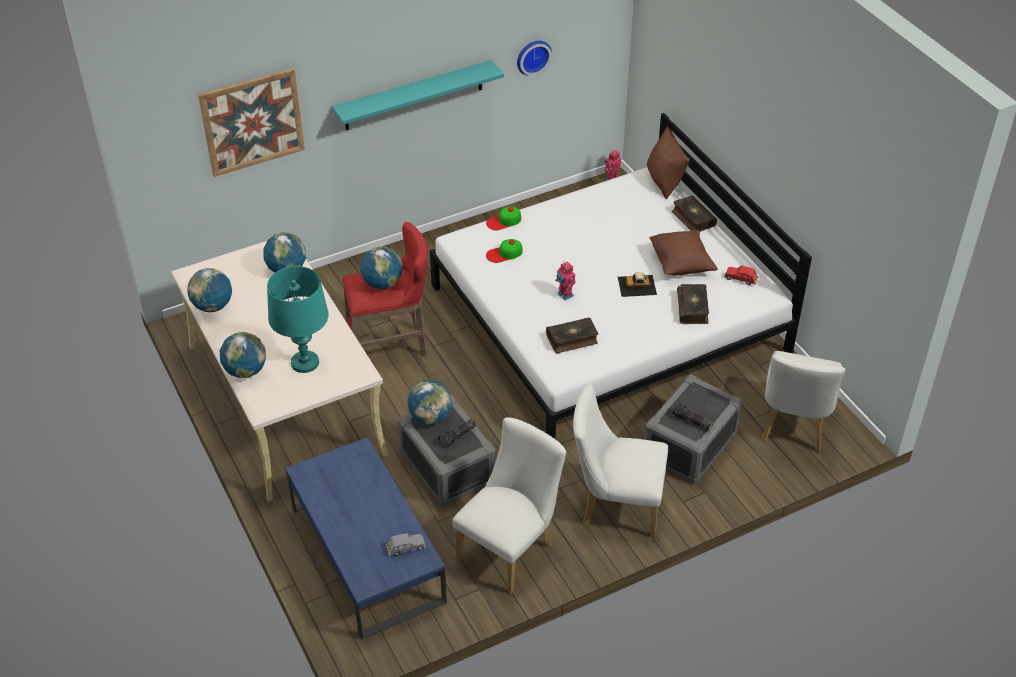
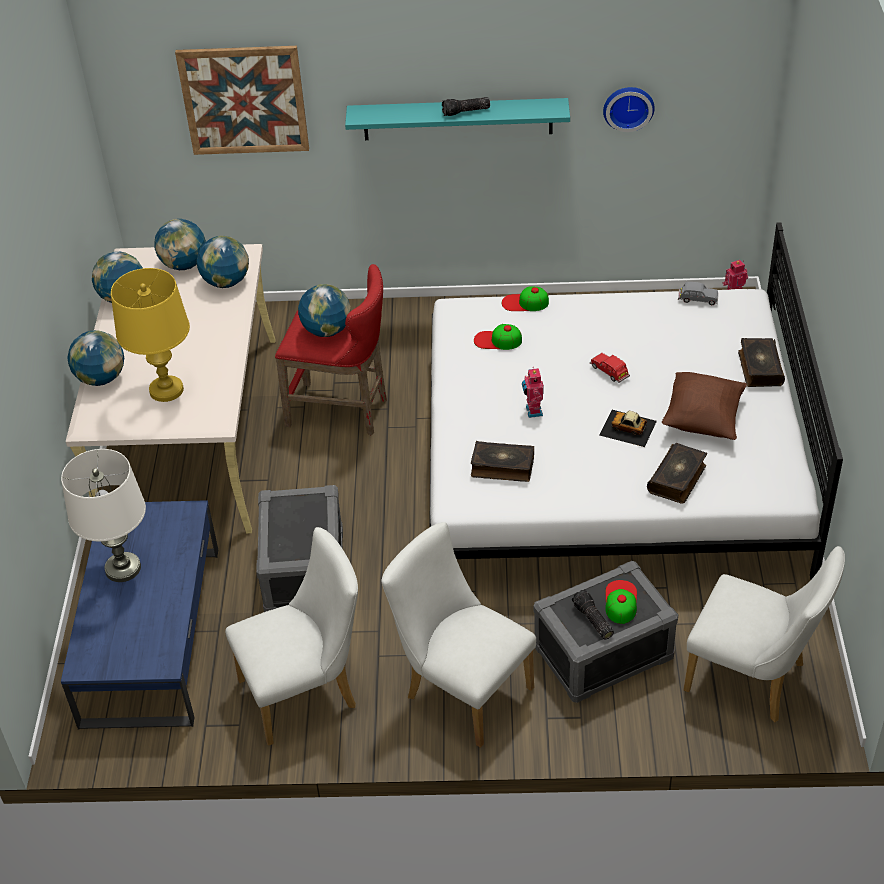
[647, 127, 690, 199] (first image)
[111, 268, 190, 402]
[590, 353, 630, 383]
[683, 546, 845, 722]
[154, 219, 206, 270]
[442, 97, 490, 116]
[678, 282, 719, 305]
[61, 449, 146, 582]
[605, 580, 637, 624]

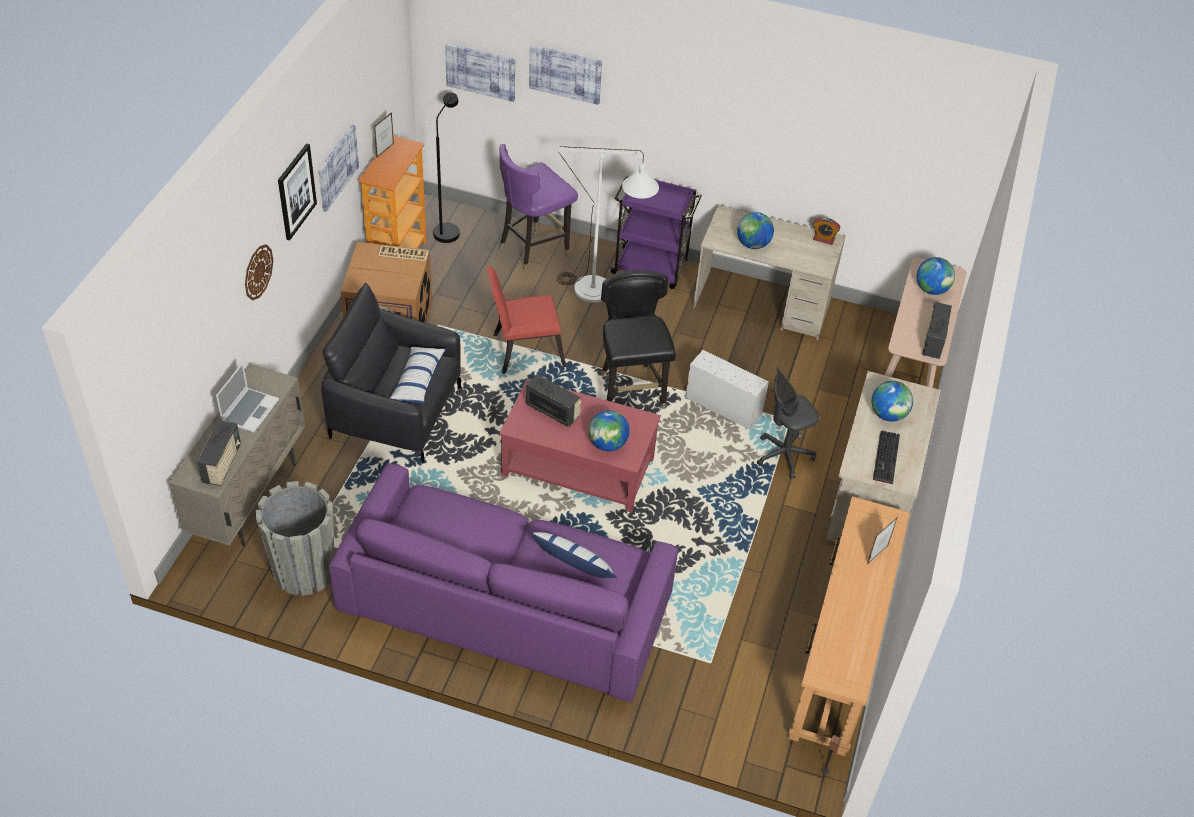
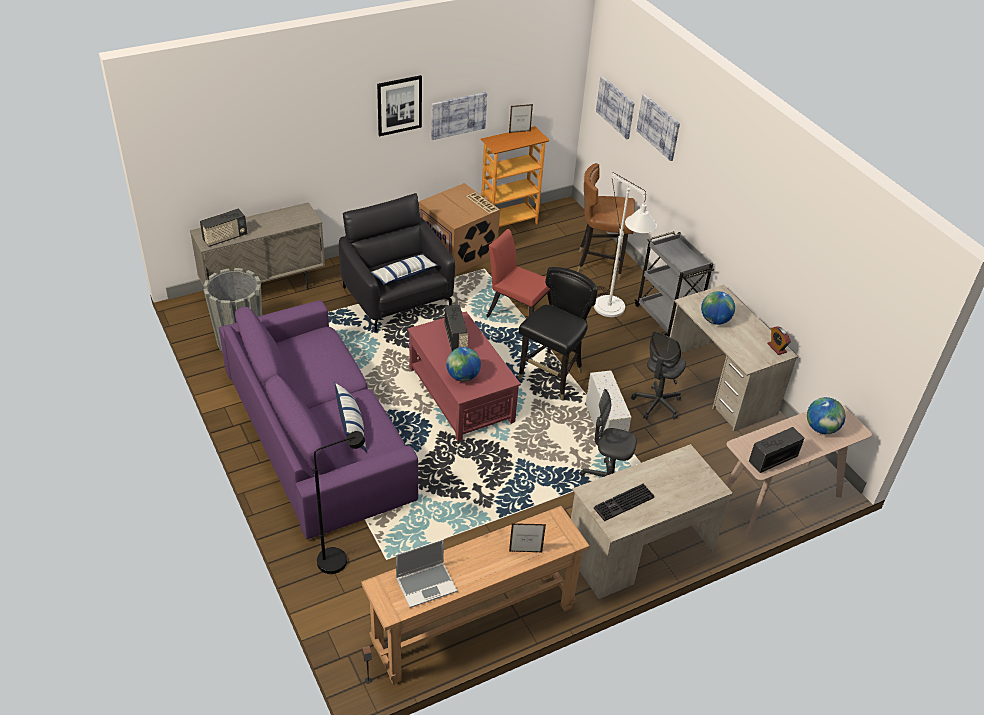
[314, 431, 365, 574]
[577, 163, 635, 280]
[635, 231, 714, 337]
[245, 244, 273, 300] (first image)
[396, 539, 457, 608]
[872, 381, 913, 422] (first image)
[631, 331, 686, 420]

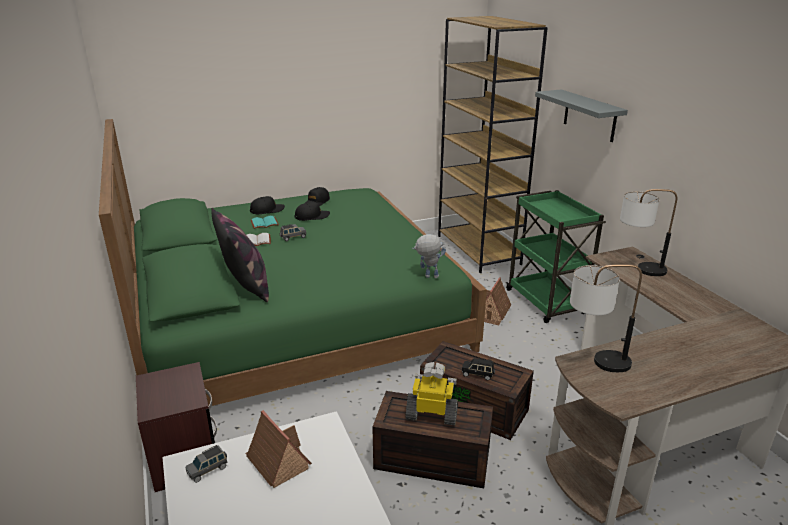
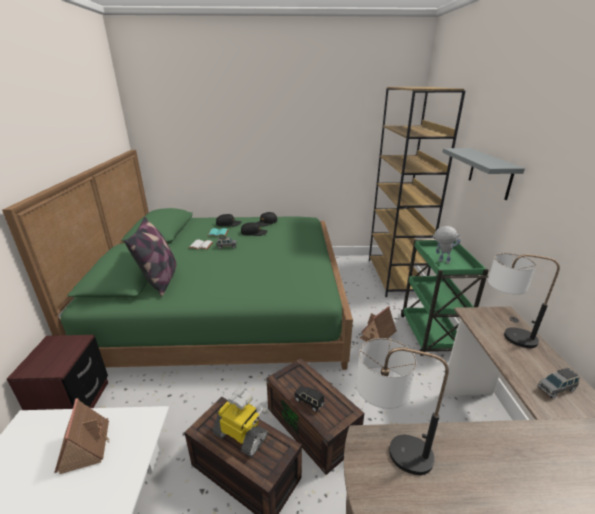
[431, 226, 461, 263]
[537, 367, 580, 399]

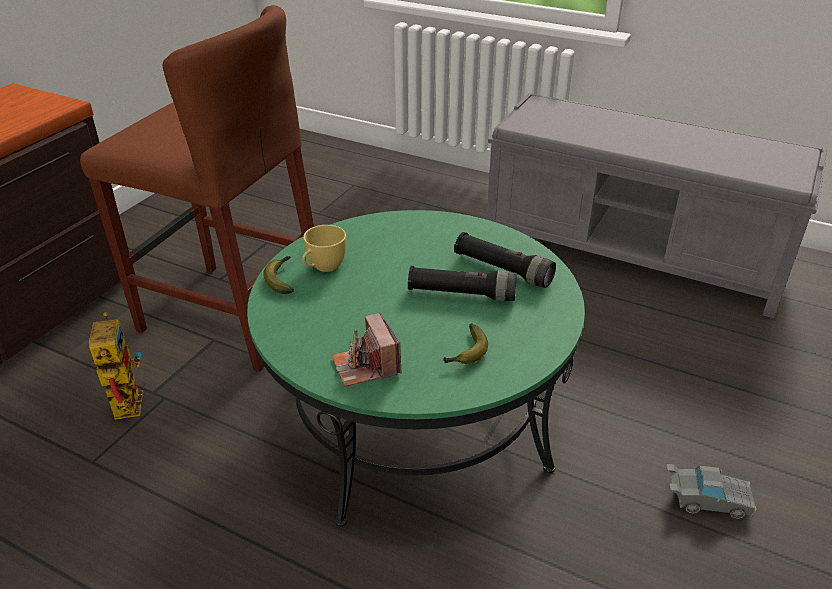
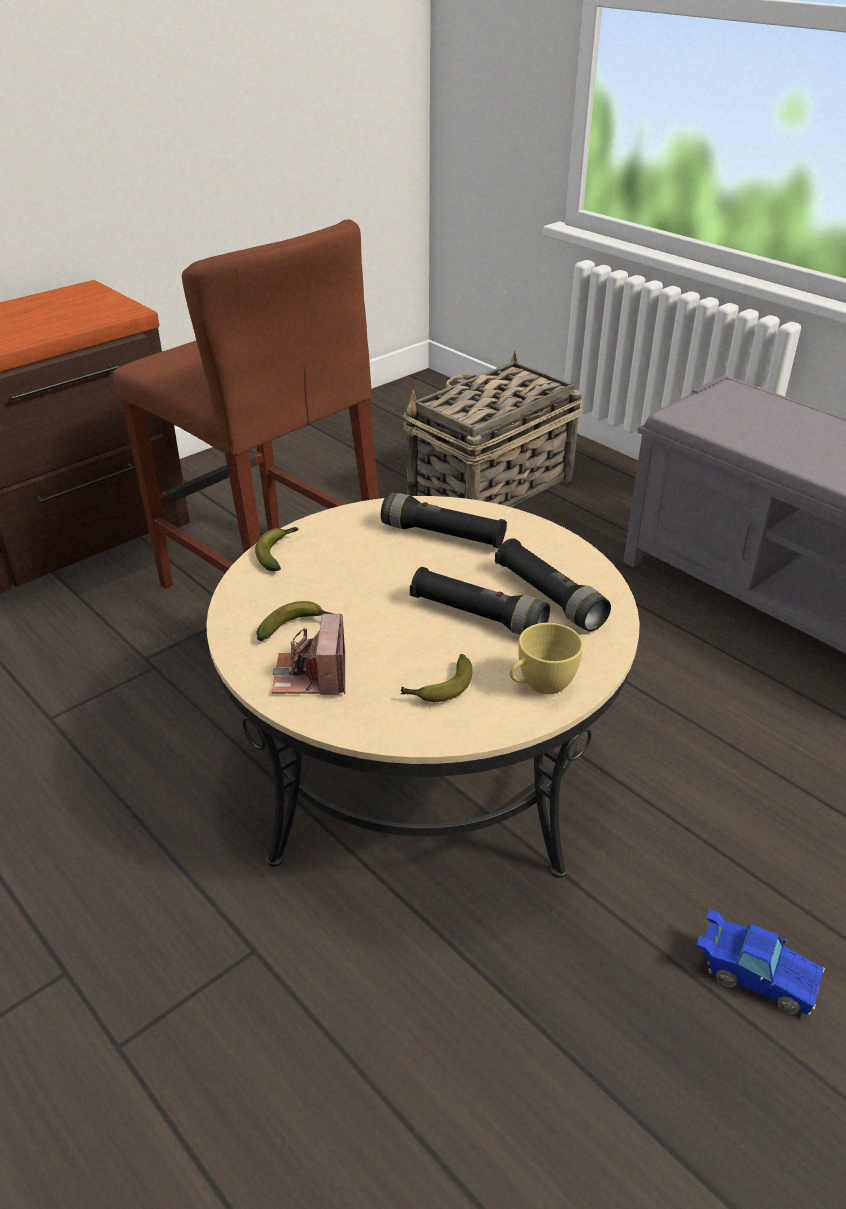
[206, 496, 639, 878]
[510, 623, 583, 694]
[89, 312, 143, 420] (first image)
[696, 909, 825, 1017]
[403, 351, 583, 507]
[381, 492, 507, 548]
[256, 601, 333, 641]

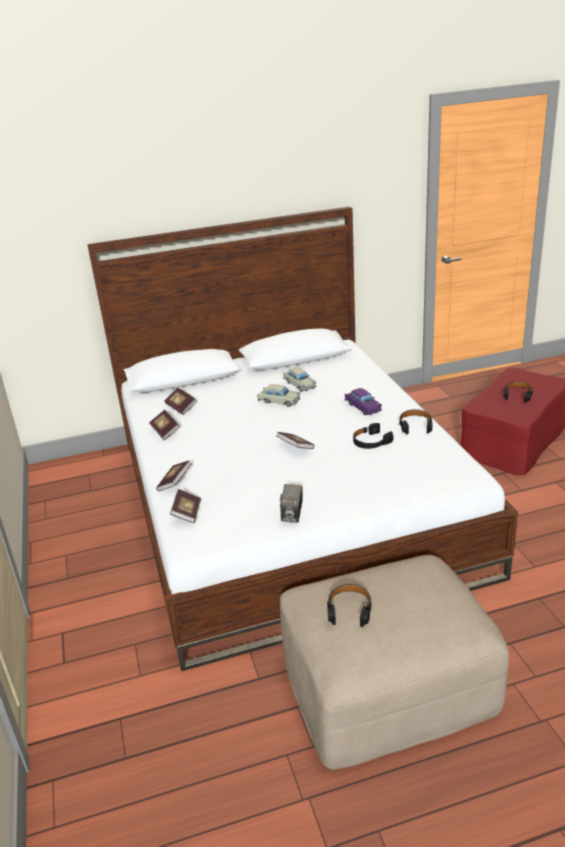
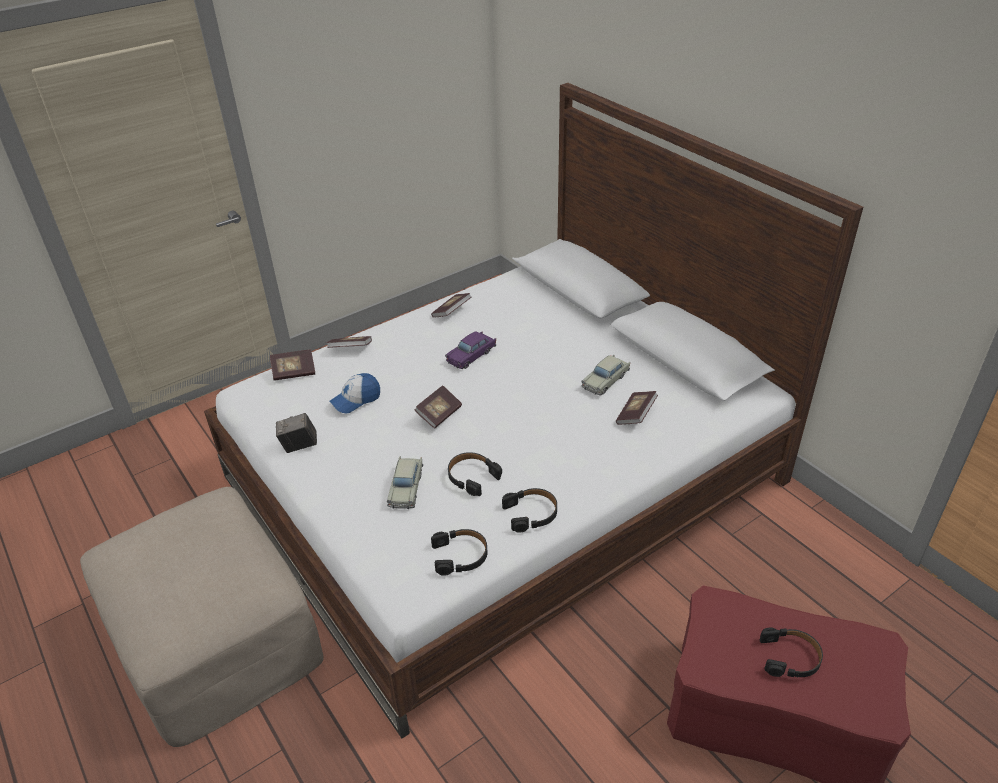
[387, 456, 423, 509]
[616, 391, 658, 425]
[445, 331, 496, 369]
[431, 529, 488, 575]
[329, 373, 380, 413]

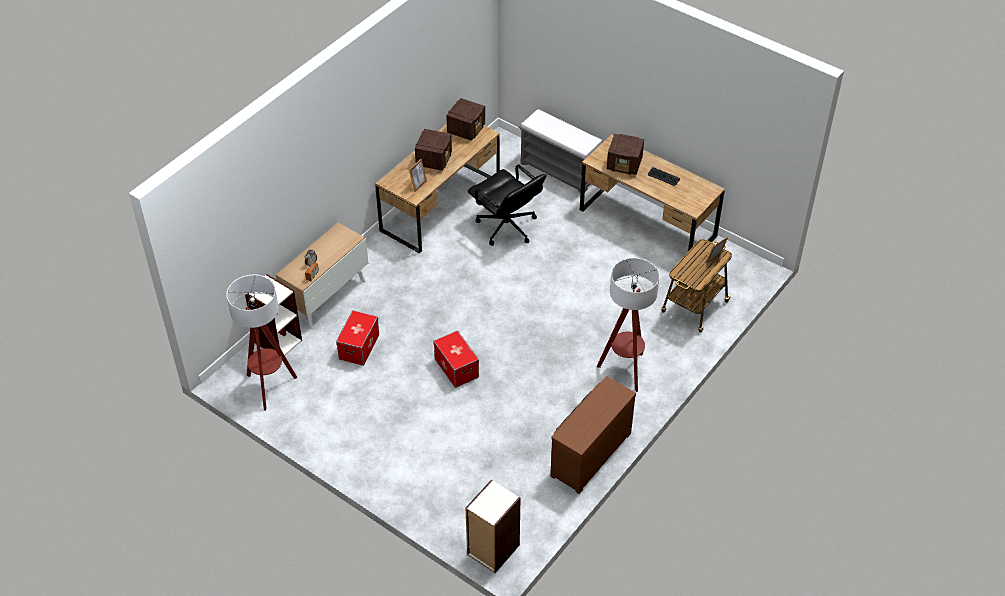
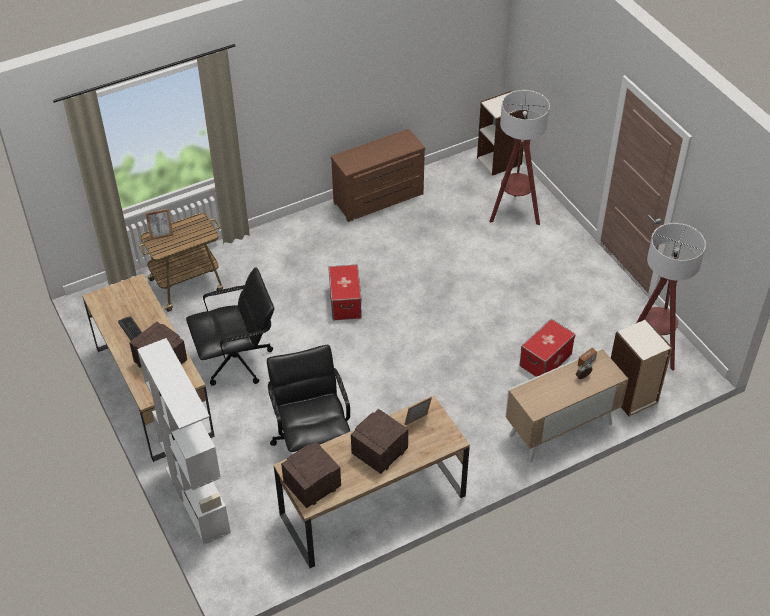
[137, 338, 231, 545]
[489, 90, 550, 225]
[328, 264, 362, 321]
[186, 267, 274, 386]

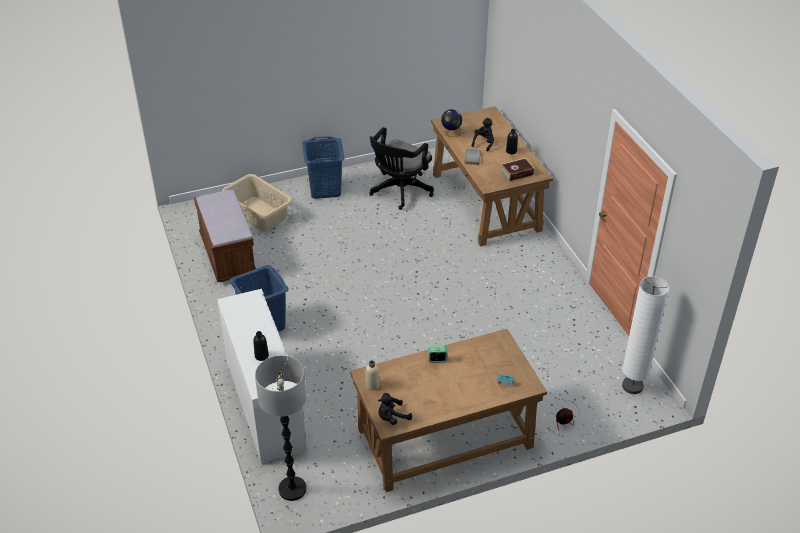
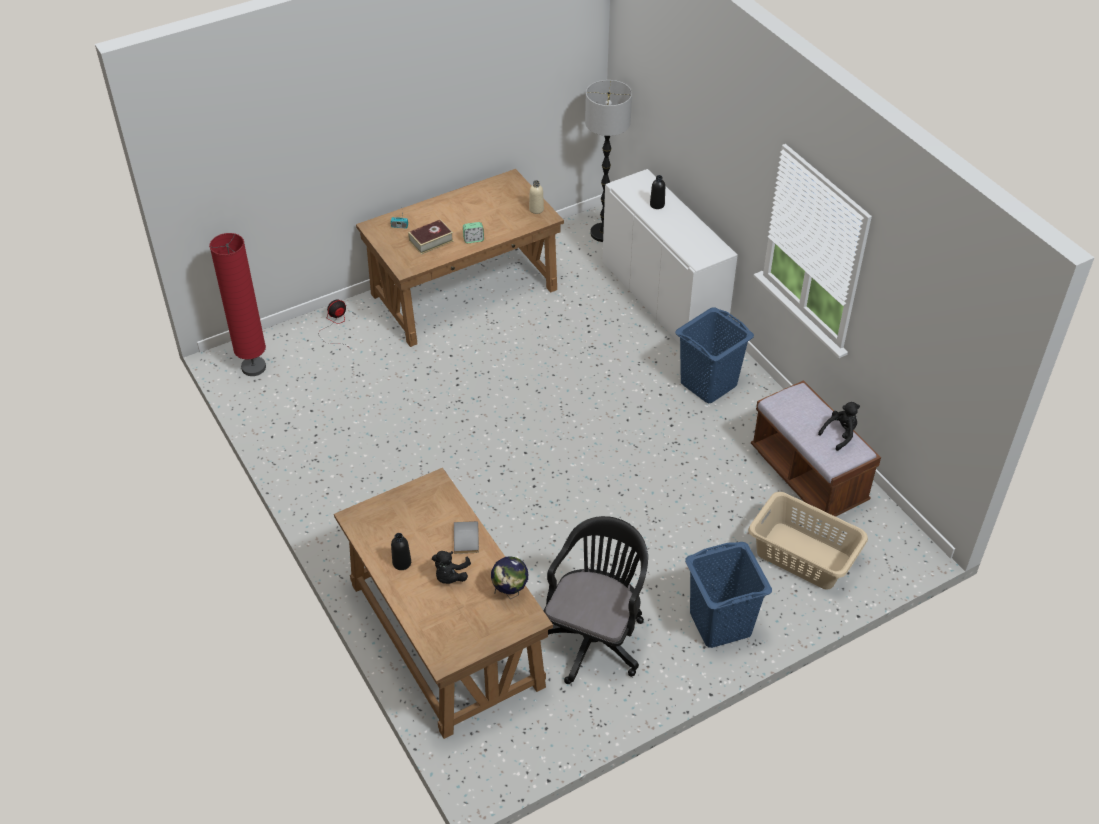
[408, 219, 454, 255]
[209, 233, 266, 376]
[818, 402, 860, 451]

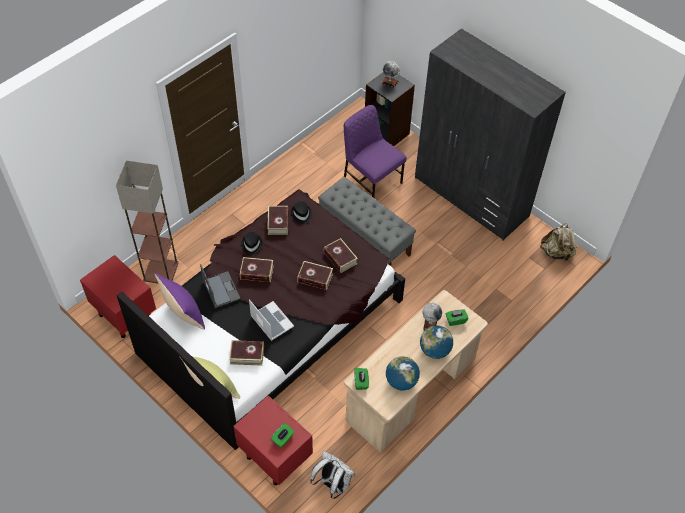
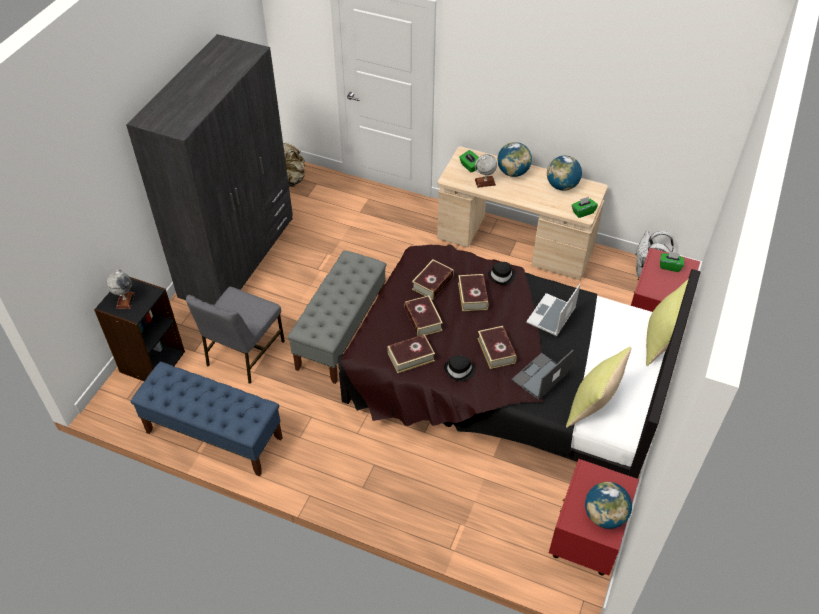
[186, 287, 285, 384]
[116, 160, 178, 284] (first image)
[488, 262, 516, 285]
[566, 347, 631, 428]
[405, 295, 443, 336]
[131, 362, 283, 476]
[585, 482, 632, 529]

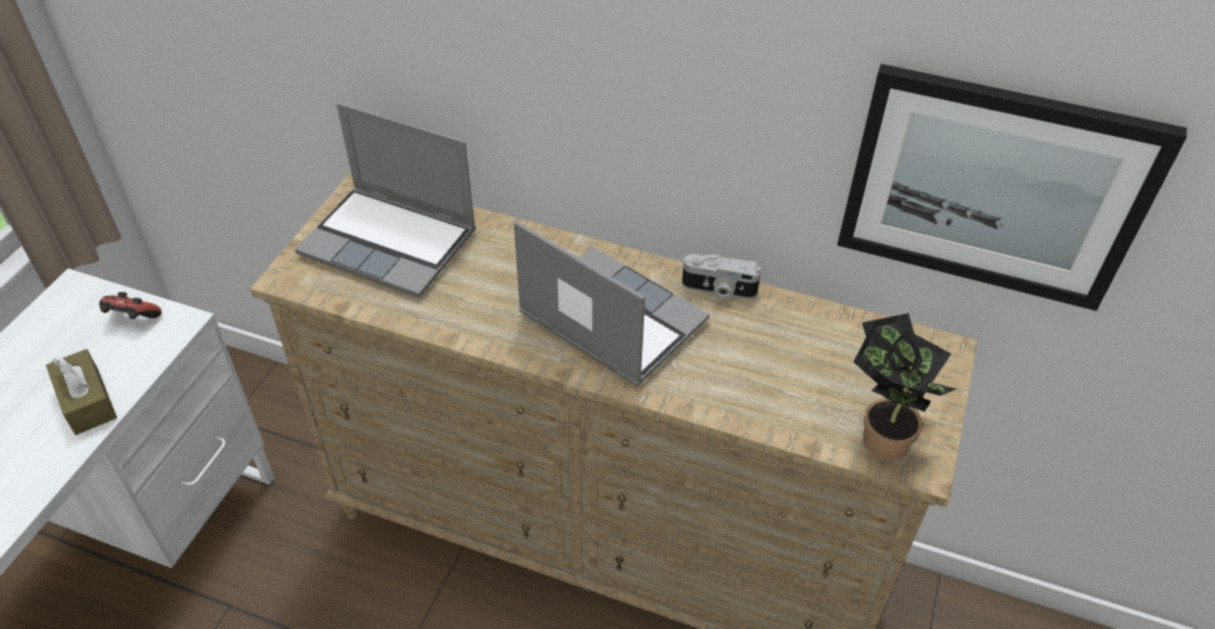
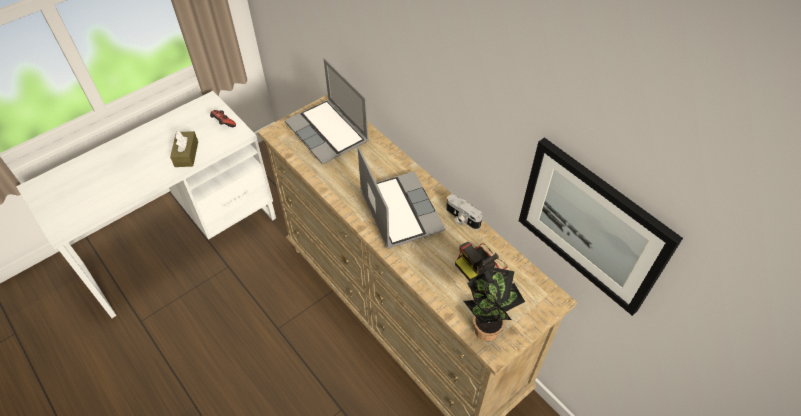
[455, 242, 507, 281]

